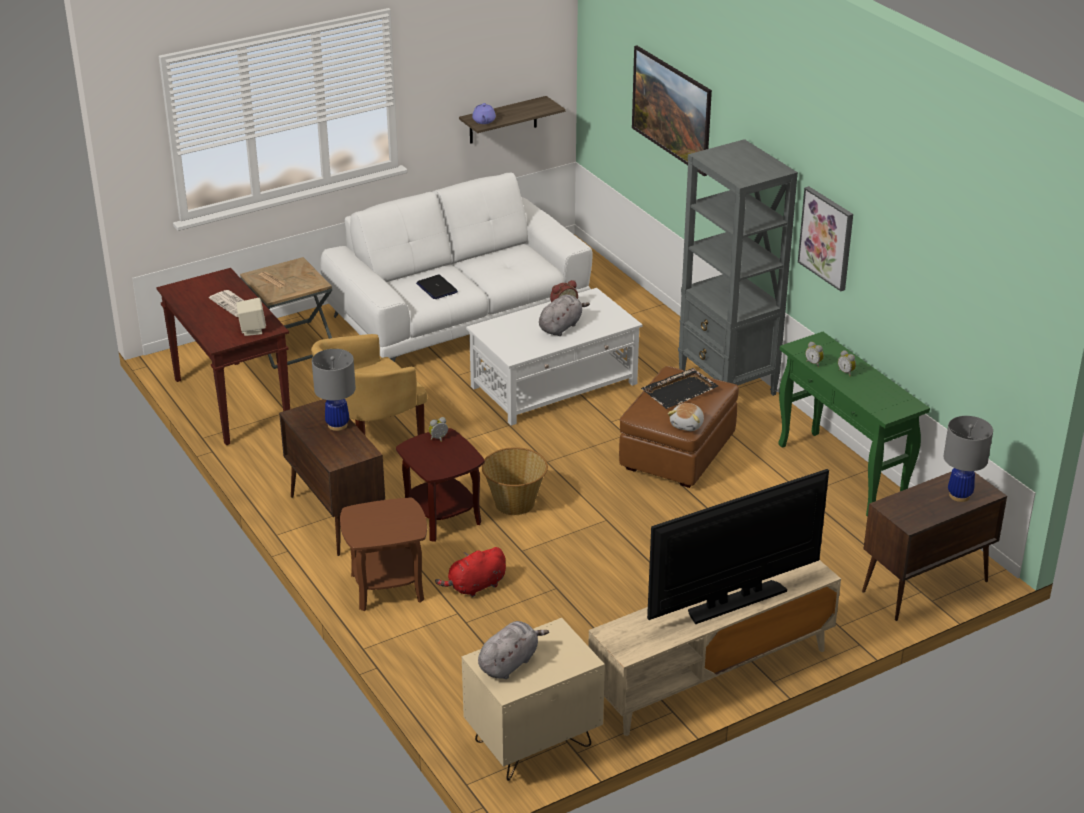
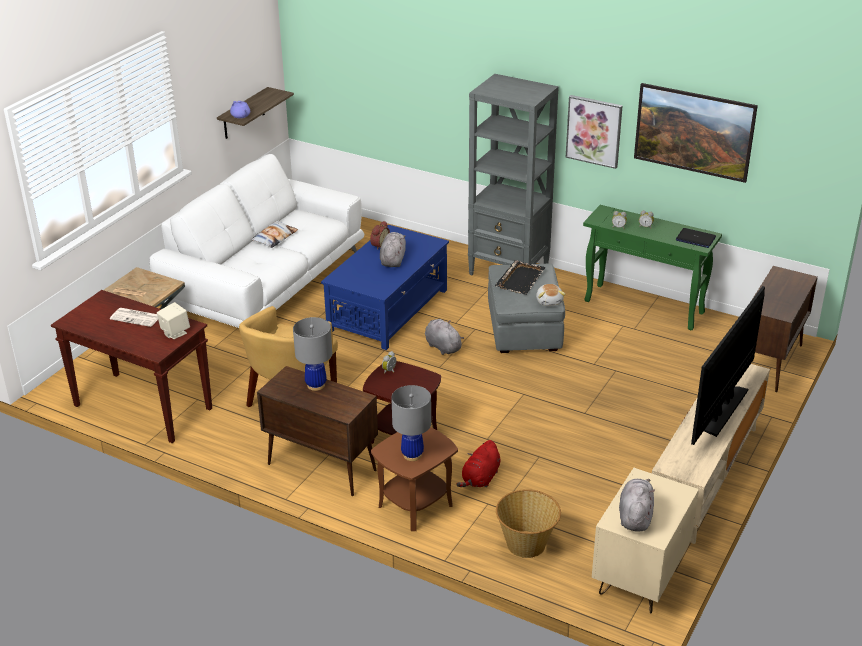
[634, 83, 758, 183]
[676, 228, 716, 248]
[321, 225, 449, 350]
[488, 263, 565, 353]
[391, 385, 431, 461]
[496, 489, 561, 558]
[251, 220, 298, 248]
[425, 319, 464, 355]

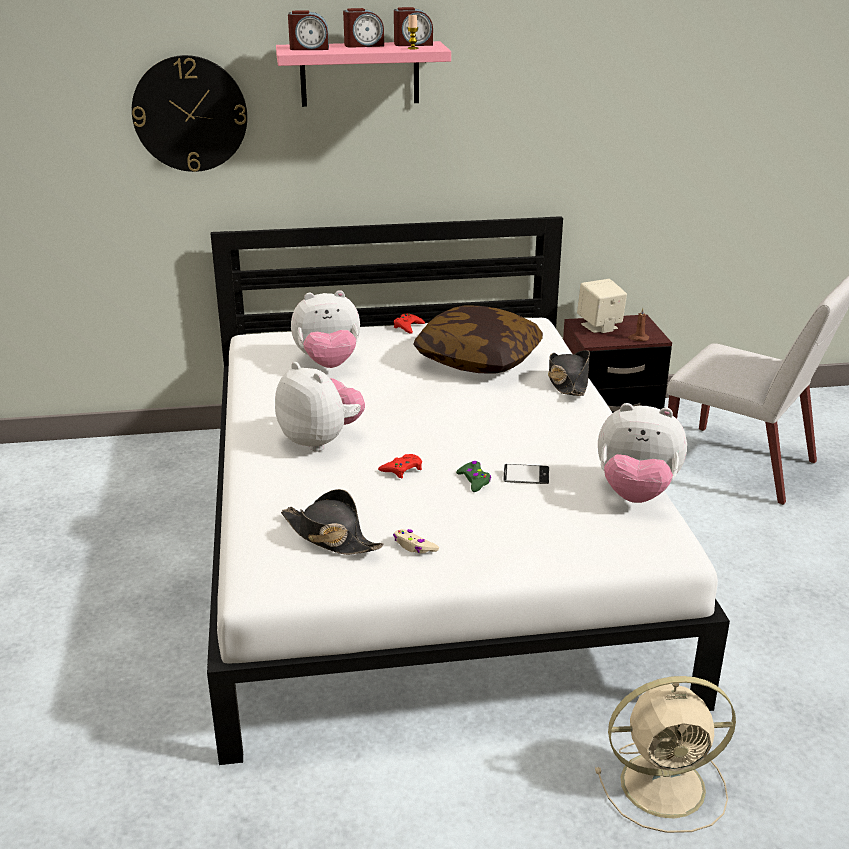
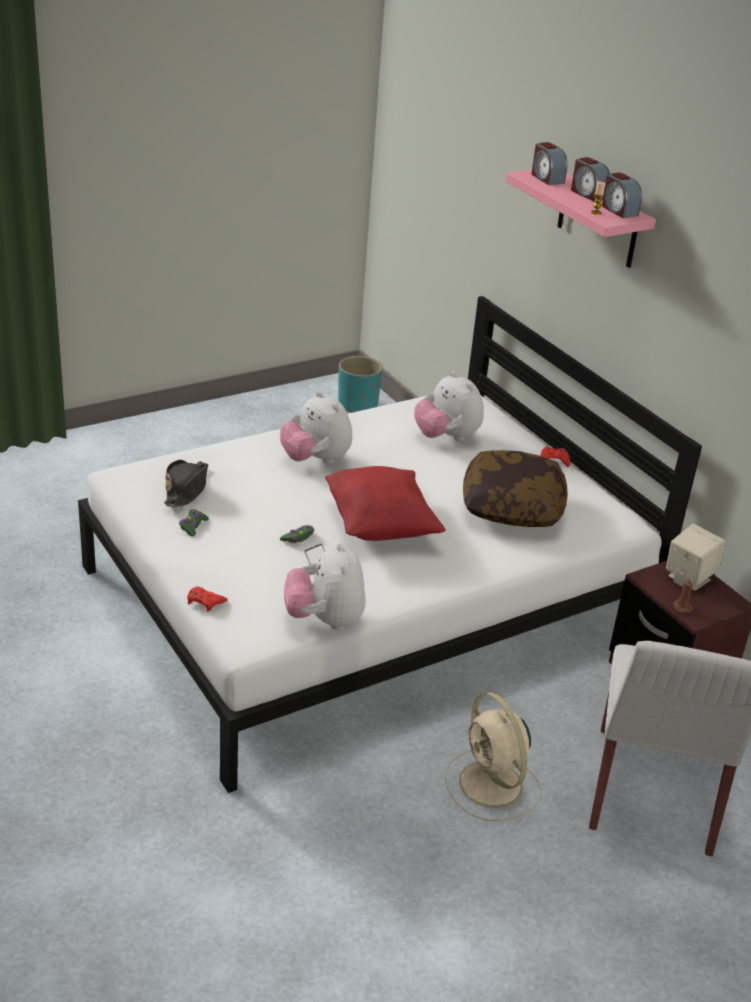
[132, 55, 247, 172] (first image)
[548, 350, 590, 396] (first image)
[280, 391, 352, 464]
[187, 586, 228, 612]
[179, 509, 209, 536]
[445, 692, 542, 821]
[338, 356, 383, 413]
[325, 466, 446, 541]

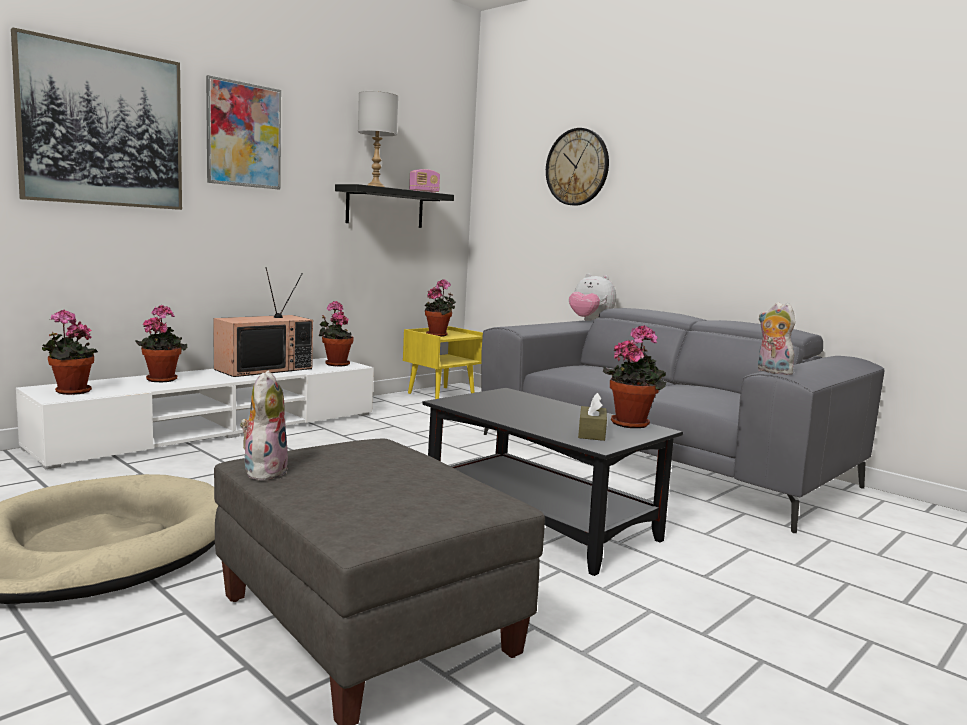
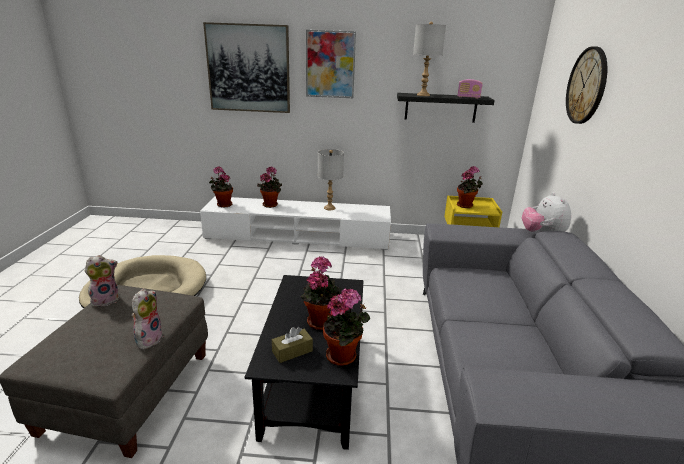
[318, 149, 344, 210]
[301, 256, 342, 330]
[132, 289, 163, 349]

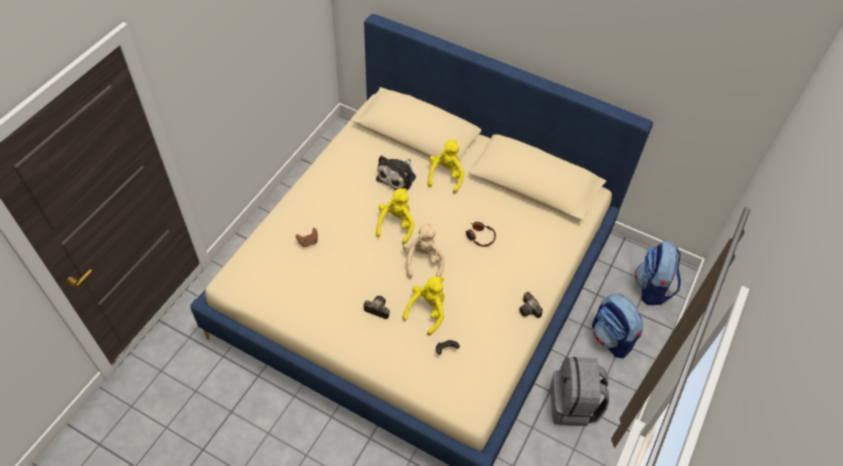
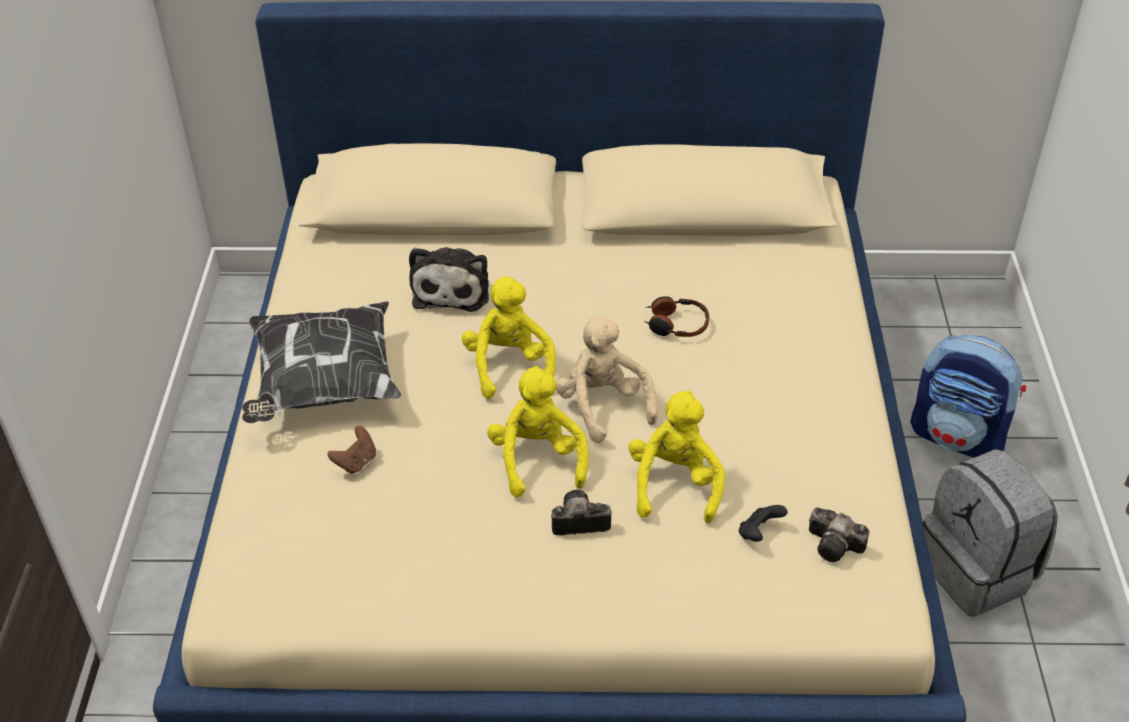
[487, 366, 589, 498]
[635, 241, 681, 305] (first image)
[809, 507, 869, 562]
[242, 301, 401, 423]

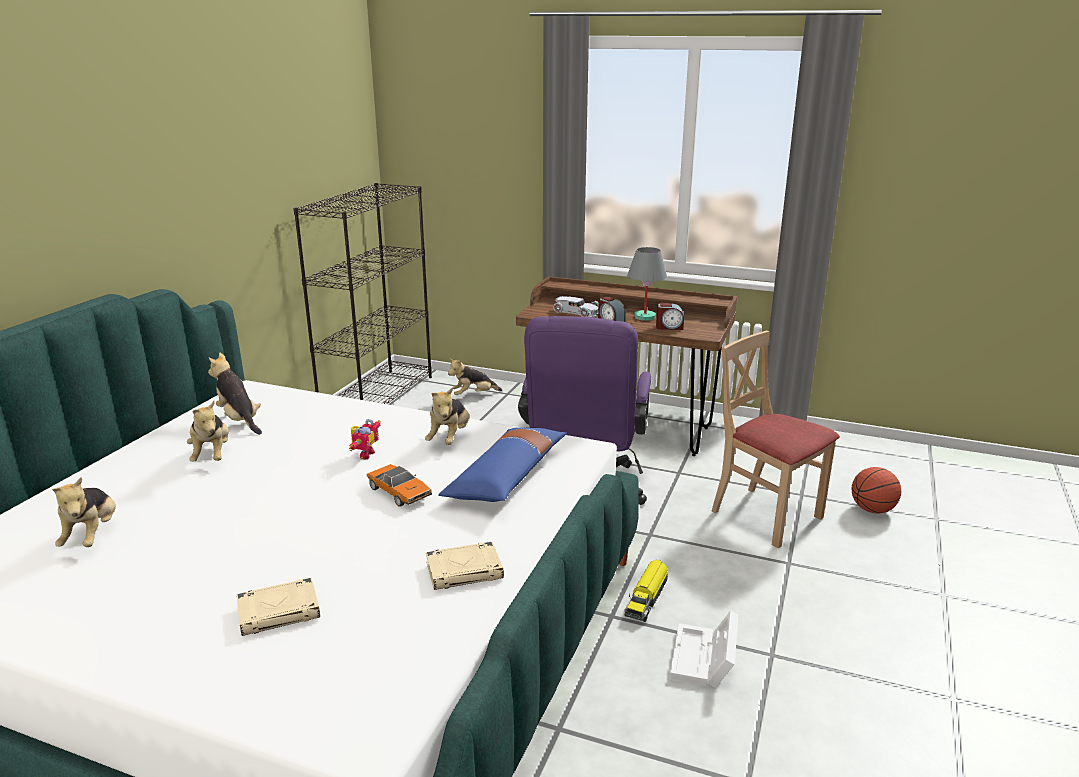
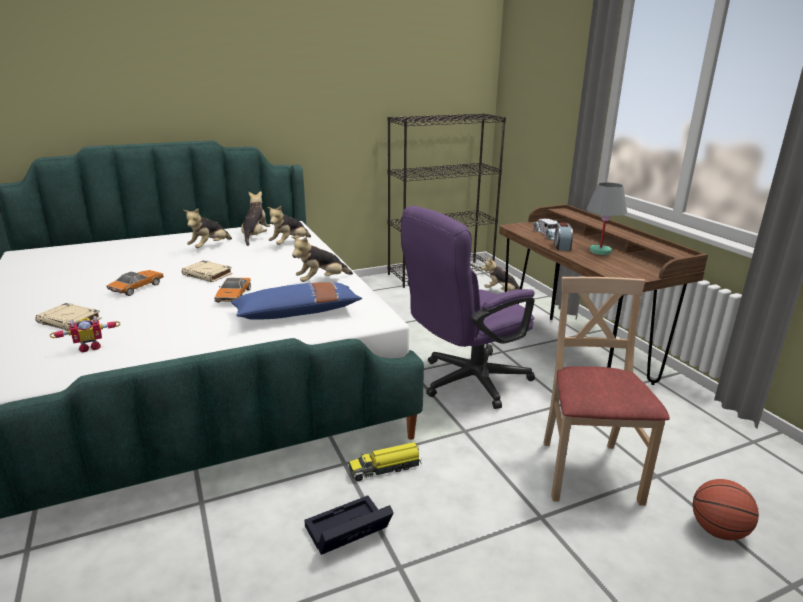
[656, 303, 684, 330] (first image)
[50, 315, 120, 353]
[267, 206, 311, 245]
[182, 260, 233, 282]
[304, 496, 394, 555]
[107, 270, 164, 296]

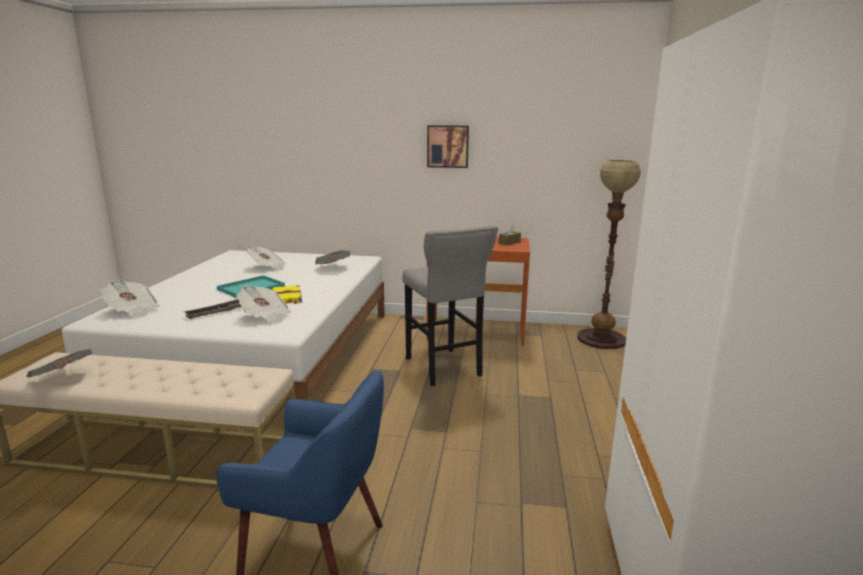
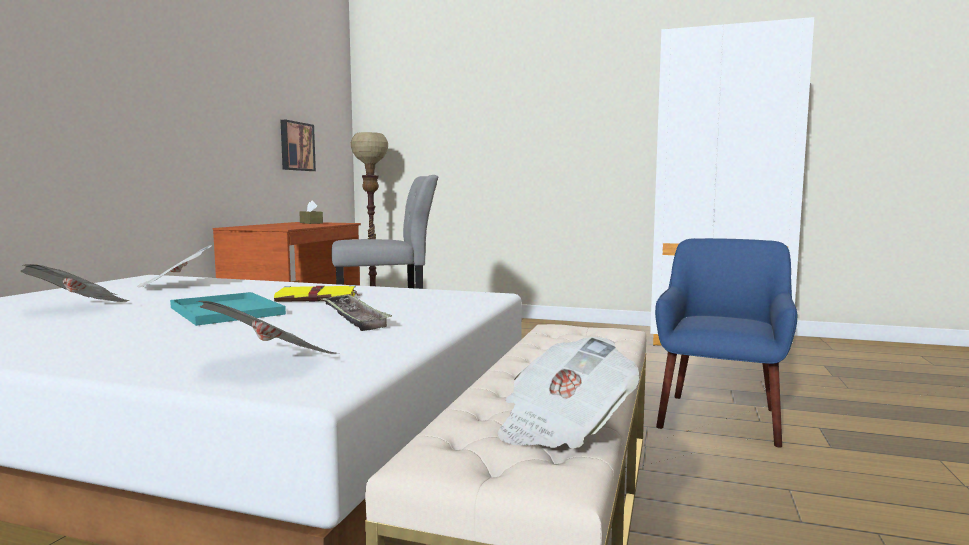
[280, 120, 316, 171]
[236, 285, 291, 324] (first image)

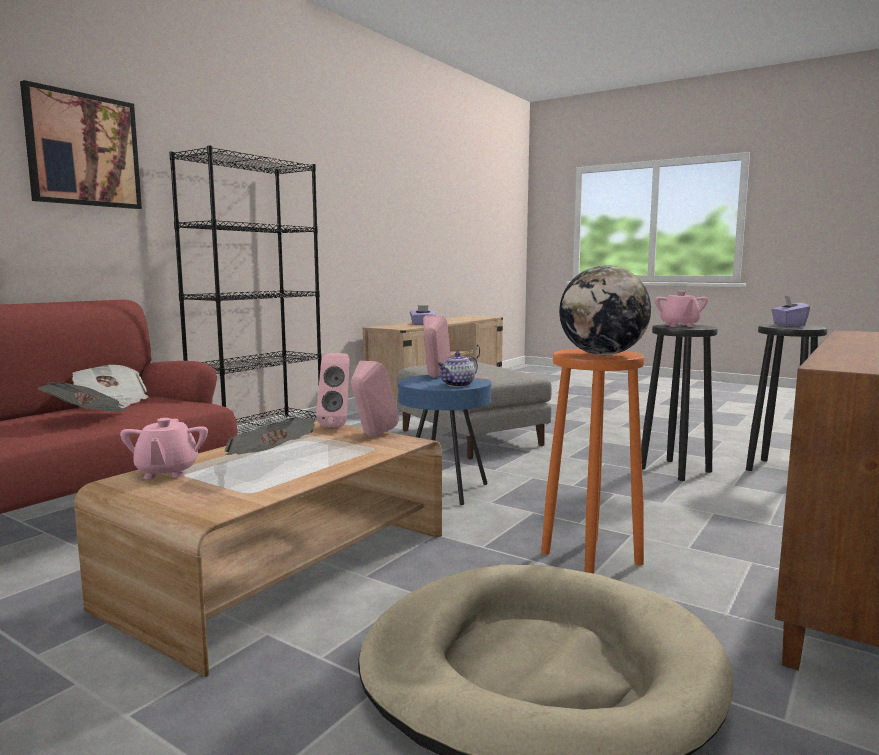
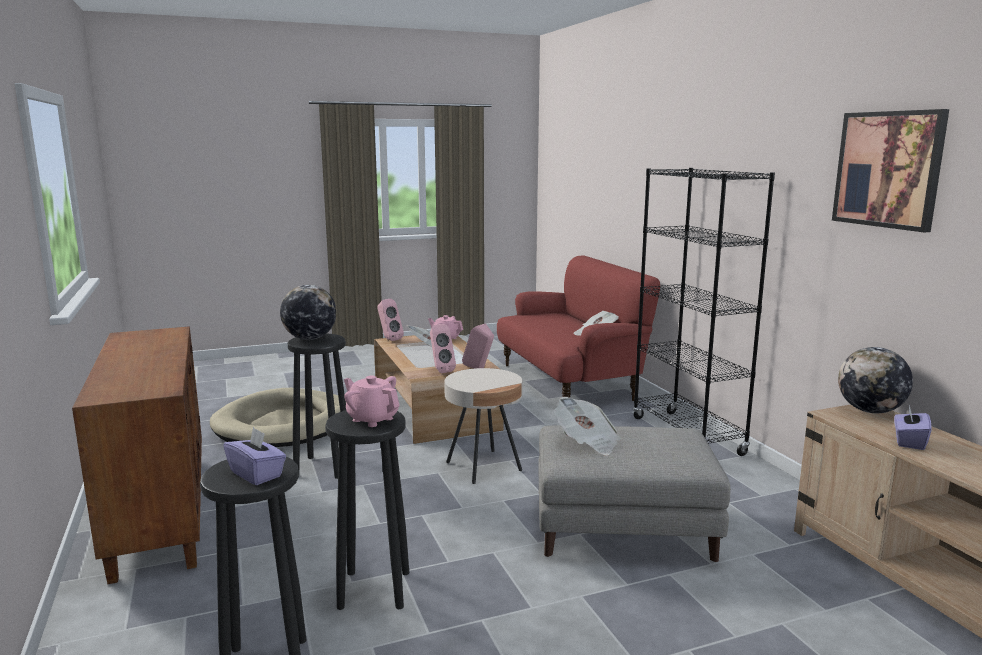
[832, 109, 949, 232]
[377, 299, 404, 341]
[288, 334, 346, 479]
[437, 352, 478, 387] (first image)
[444, 368, 523, 484]
[554, 397, 621, 456]
[838, 347, 913, 413]

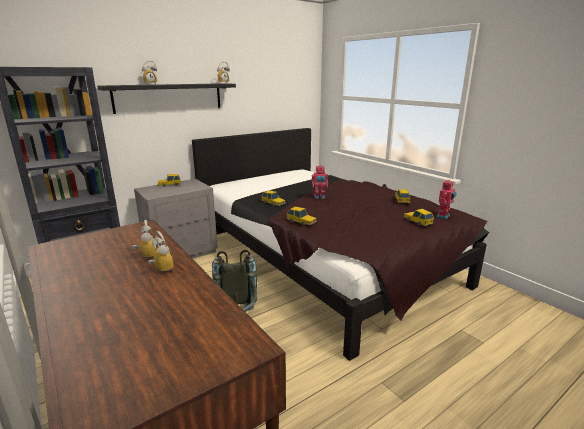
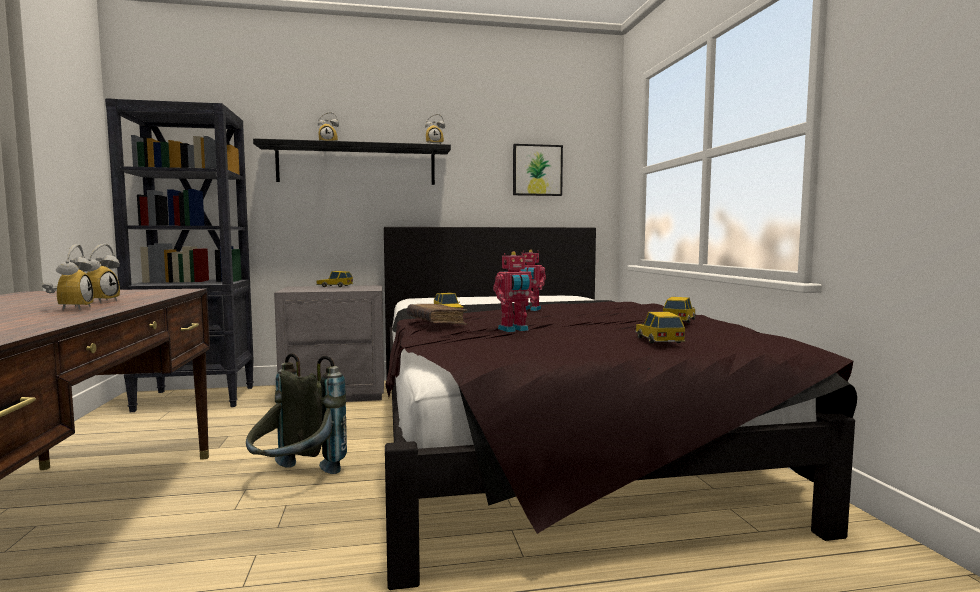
[493, 251, 535, 332]
[407, 304, 467, 325]
[513, 144, 563, 196]

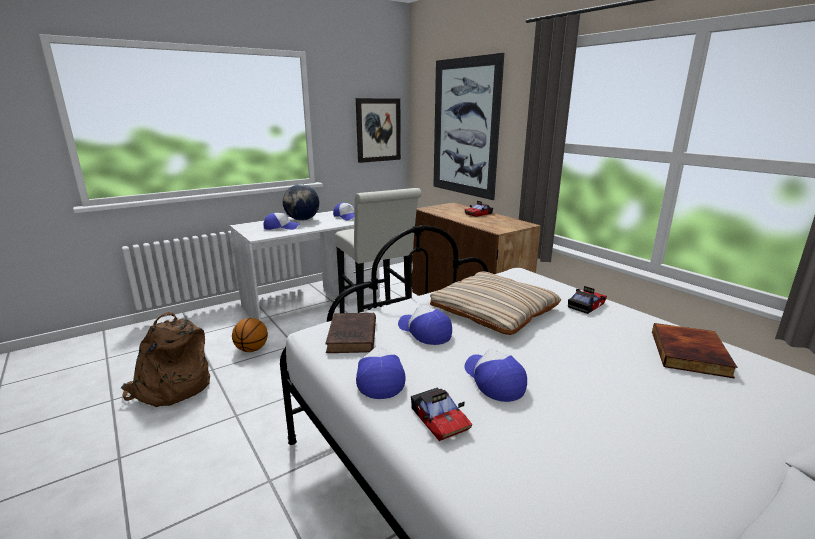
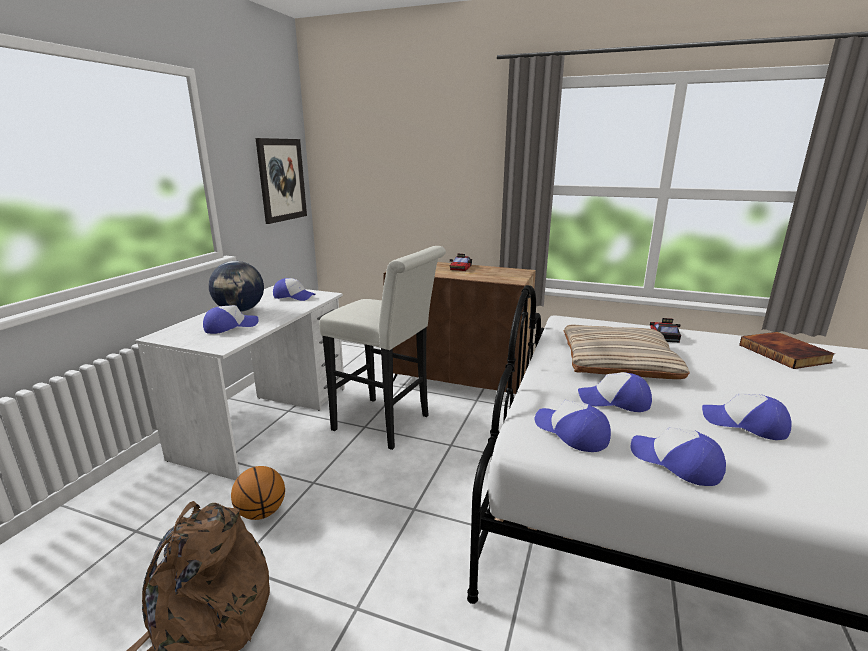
[433, 53, 504, 200] (first image)
[535, 400, 611, 452]
[411, 387, 472, 441] (first image)

